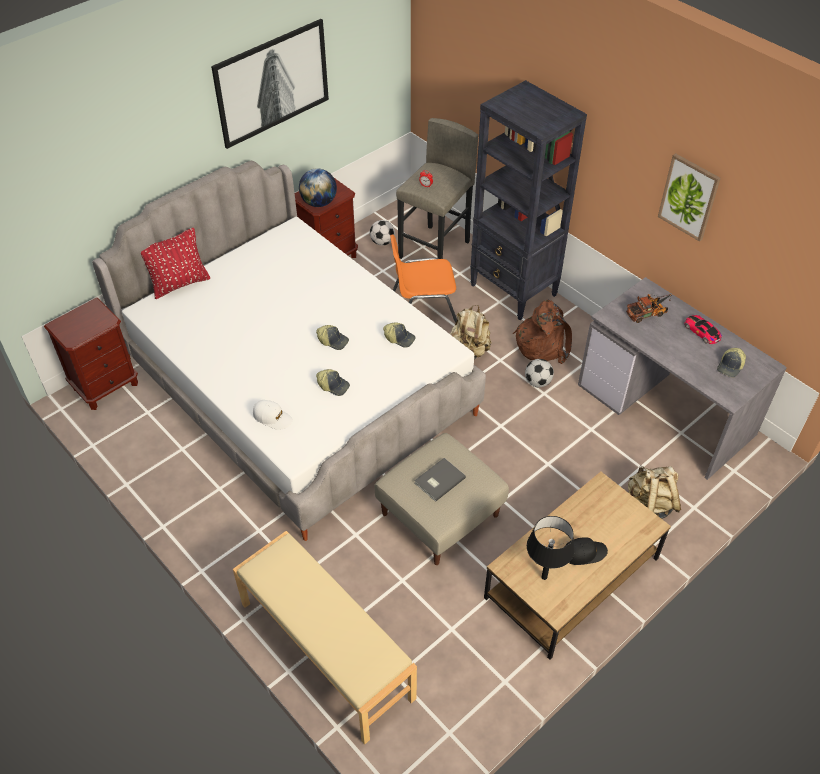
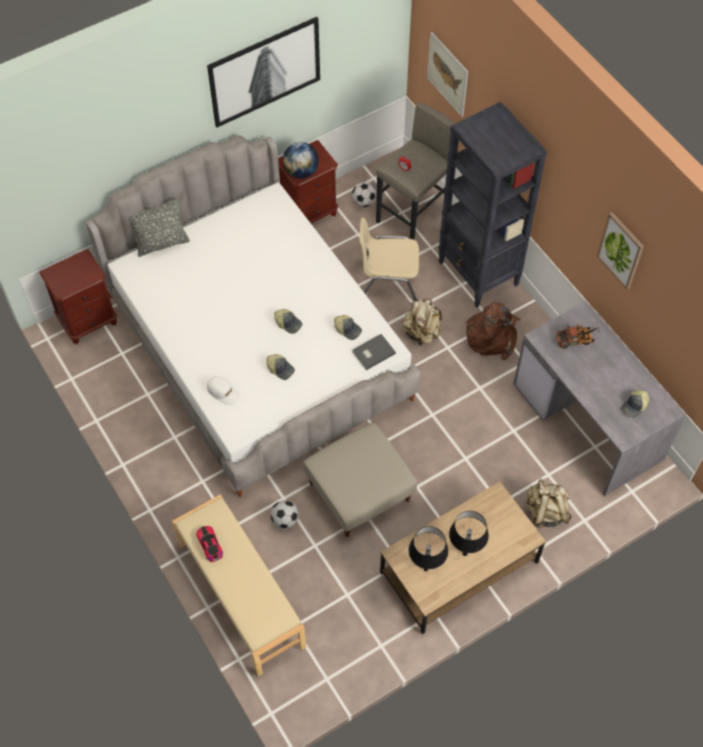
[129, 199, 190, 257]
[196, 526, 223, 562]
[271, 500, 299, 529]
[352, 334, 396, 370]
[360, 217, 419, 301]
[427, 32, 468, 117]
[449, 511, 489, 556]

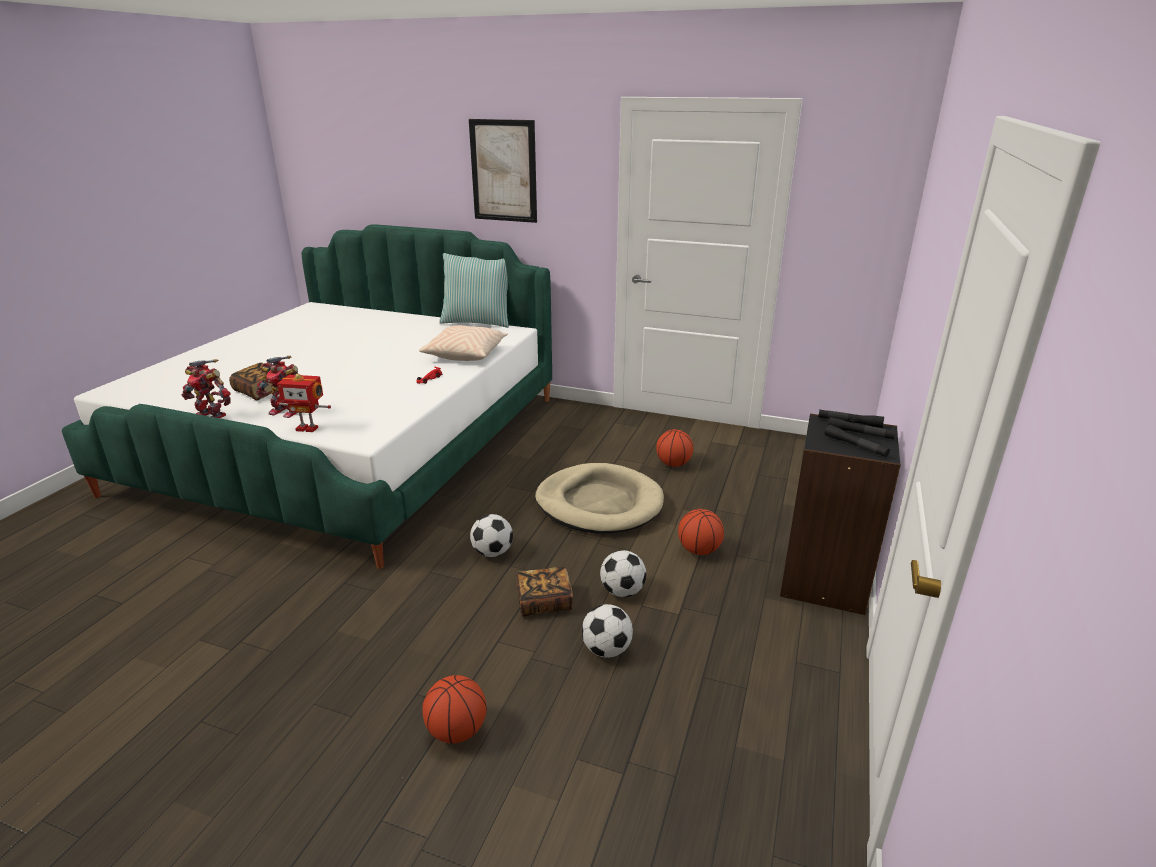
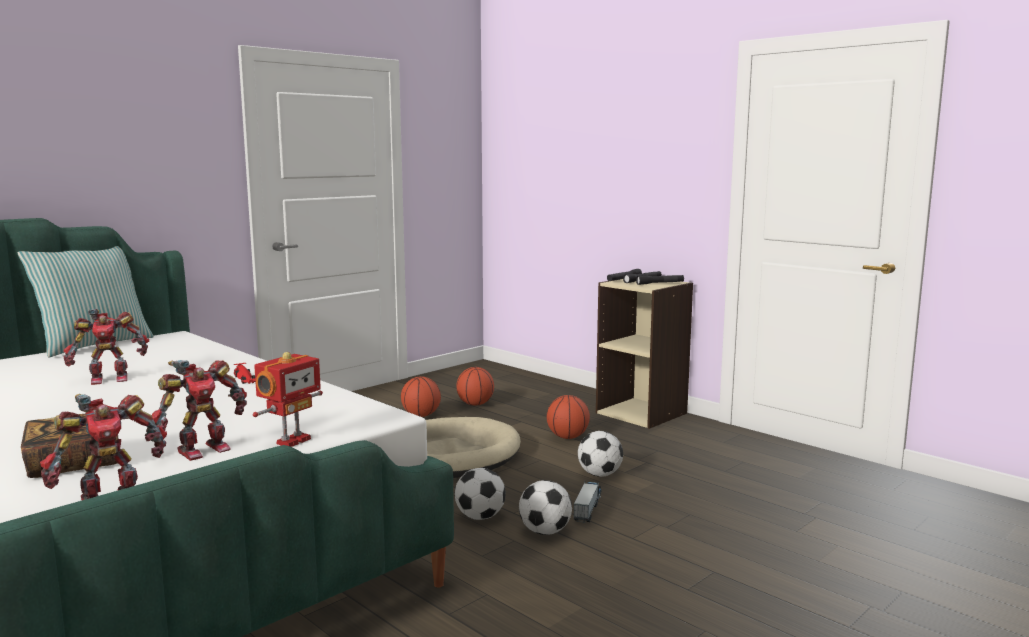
[64, 309, 149, 385]
[456, 367, 494, 406]
[519, 480, 572, 535]
[574, 482, 602, 523]
[596, 279, 693, 429]
[419, 325, 508, 361] (first image)
[469, 119, 537, 223] (first image)

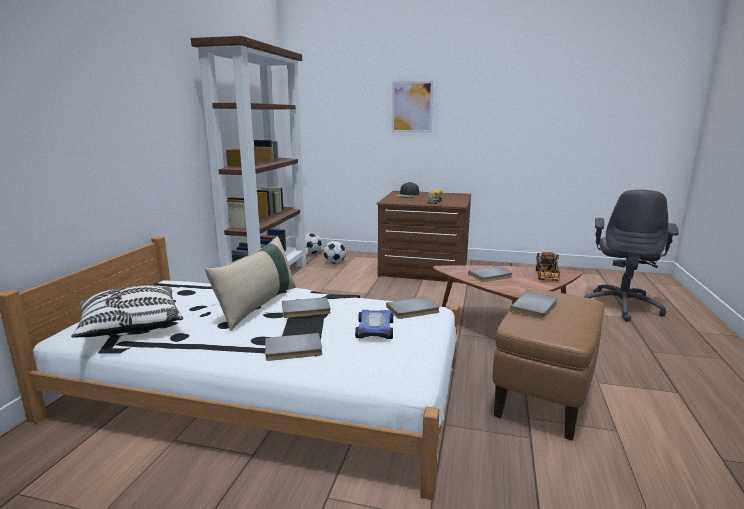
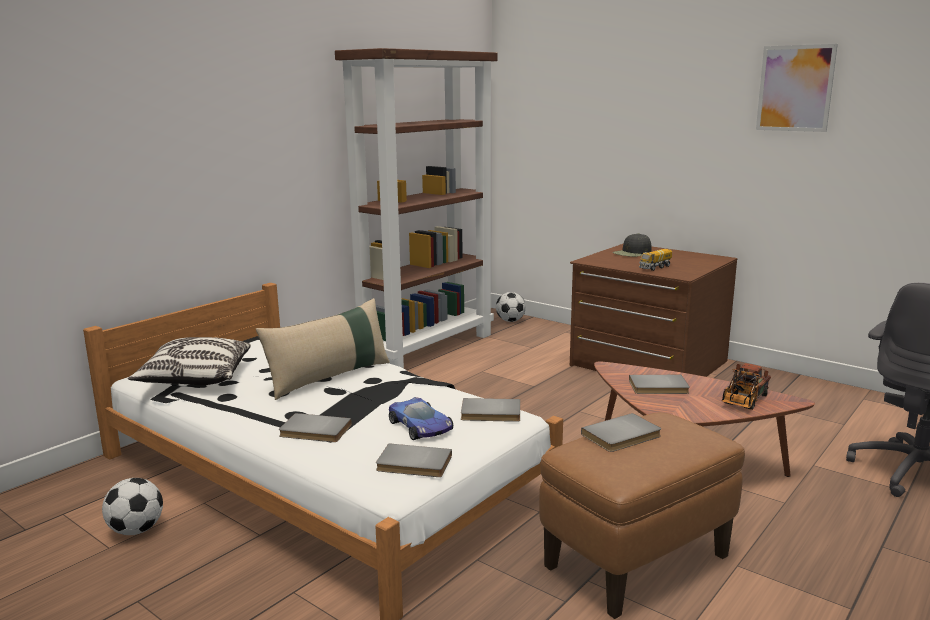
[102, 478, 163, 535]
[376, 443, 452, 477]
[389, 397, 453, 440]
[756, 44, 838, 132]

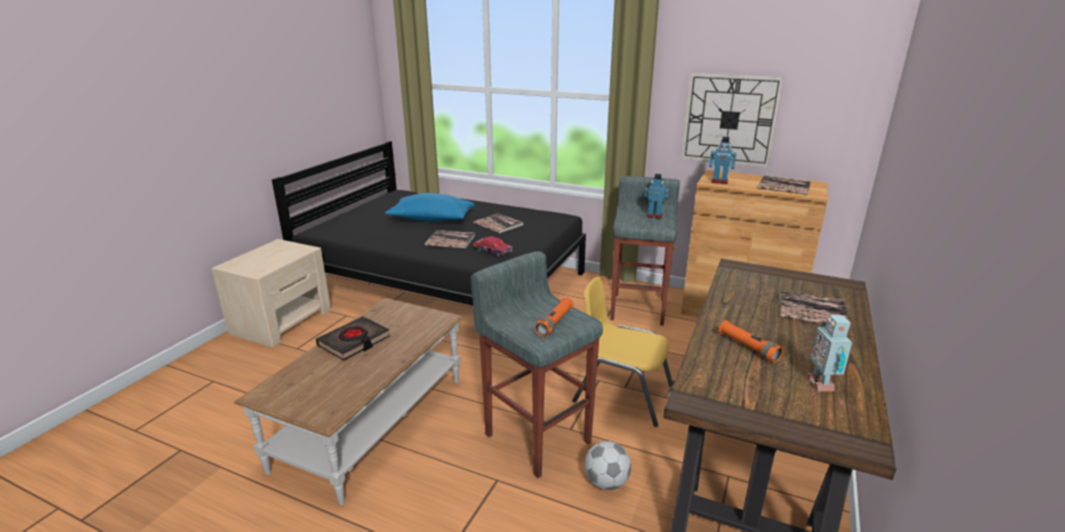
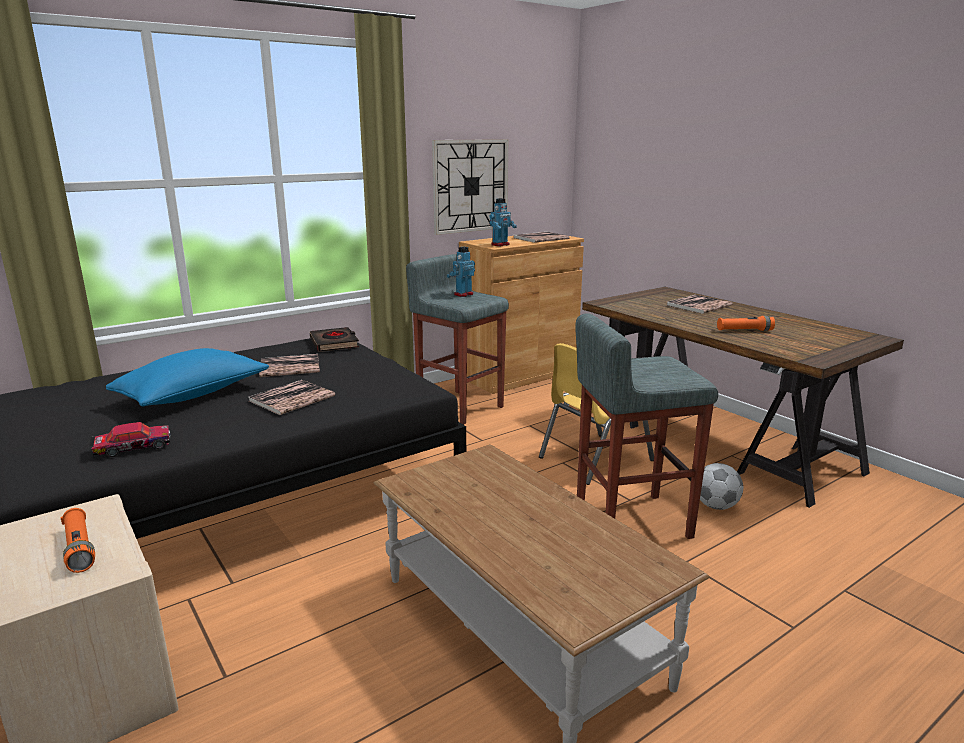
[61, 508, 95, 573]
[90, 422, 170, 457]
[310, 327, 359, 352]
[806, 315, 852, 392] (first image)

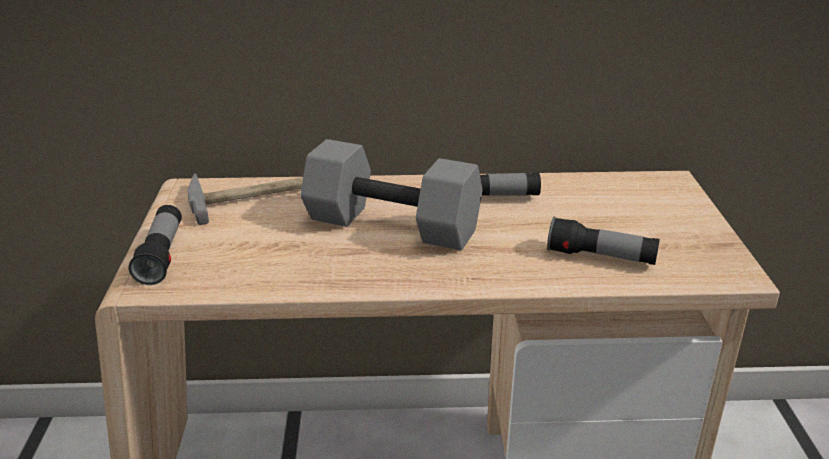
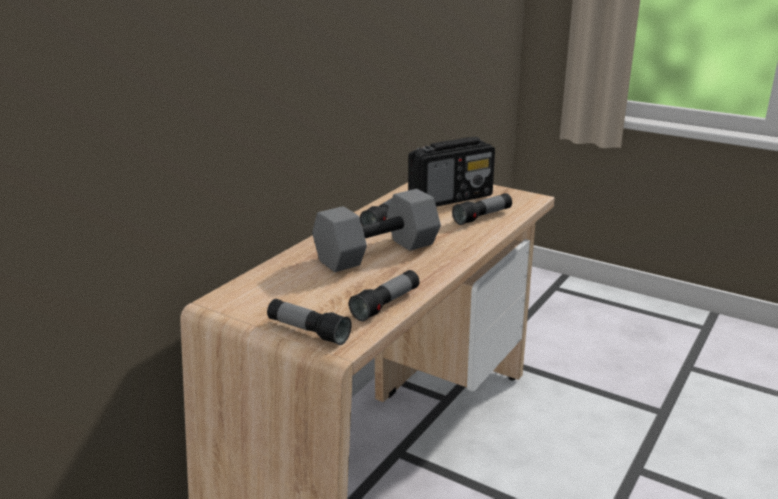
[349, 270, 419, 321]
[408, 137, 495, 207]
[187, 174, 303, 225] (first image)

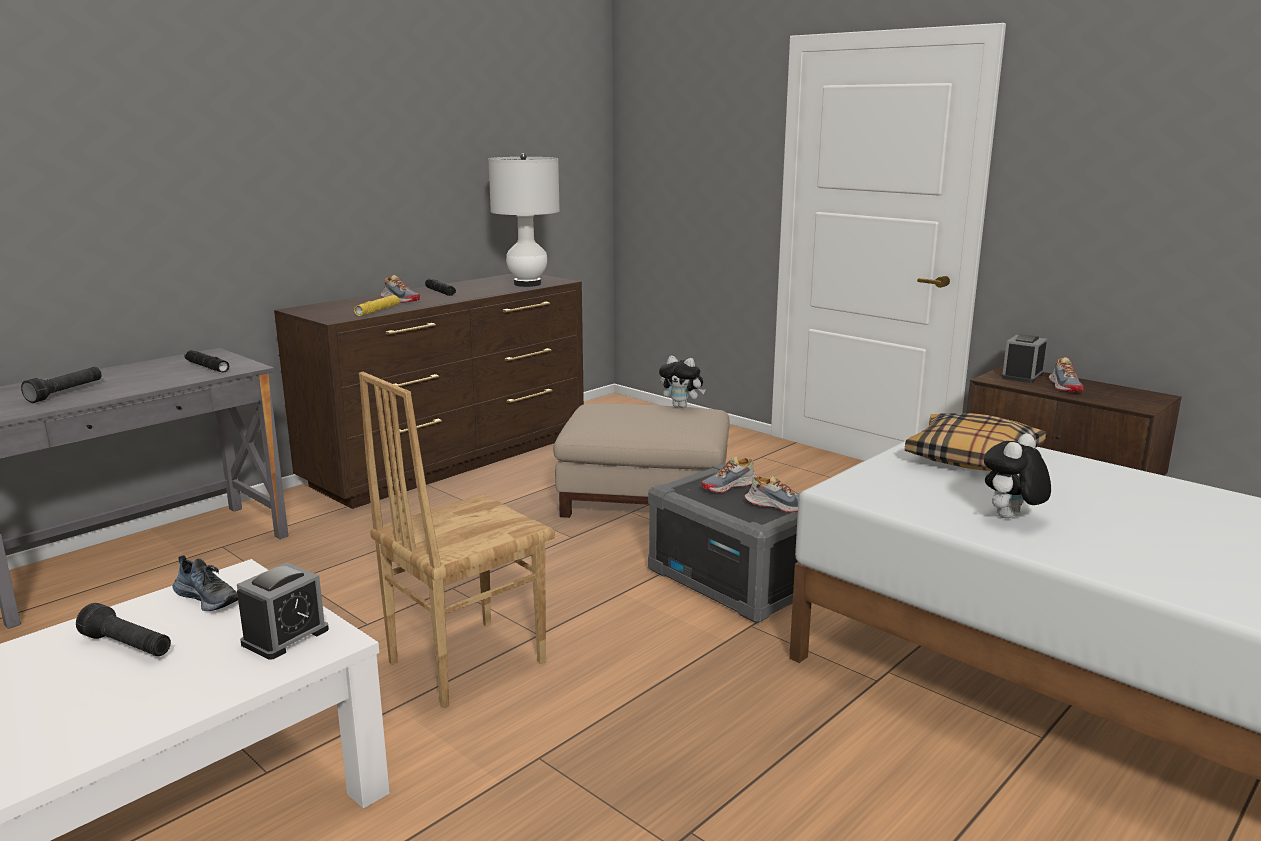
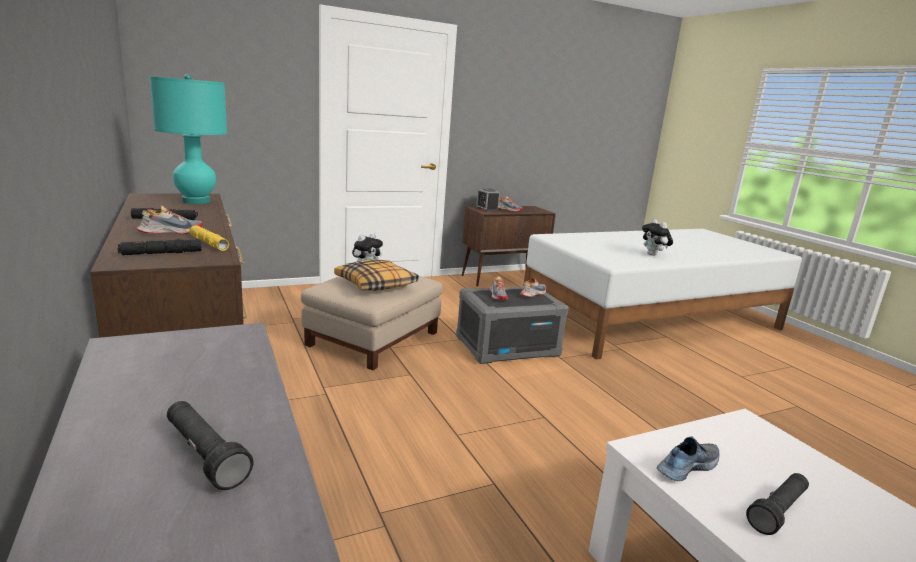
[118, 239, 201, 255]
[149, 74, 227, 204]
[334, 259, 419, 291]
[237, 562, 329, 660] (first image)
[359, 372, 555, 708] (first image)

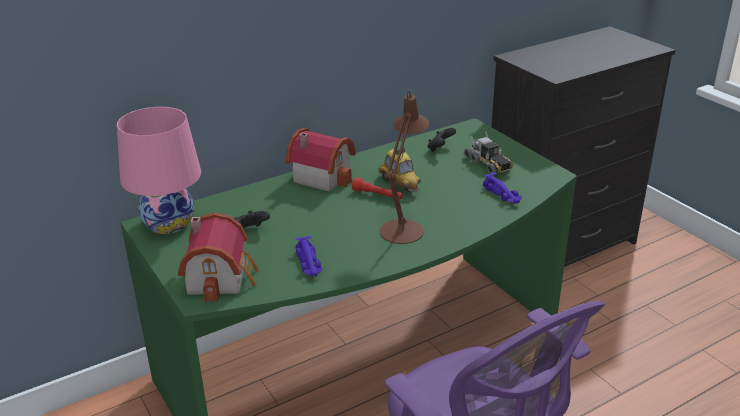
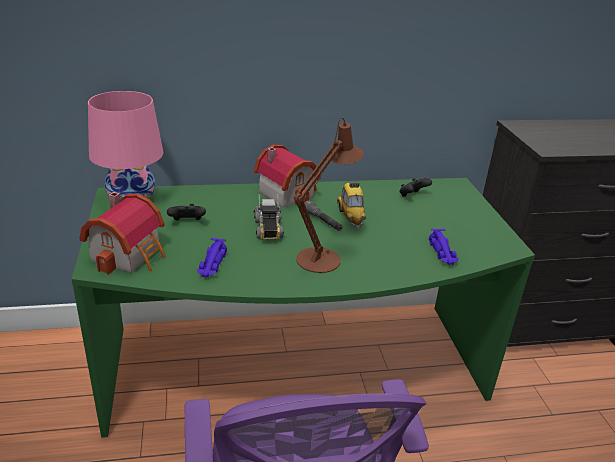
[253, 194, 284, 239]
[302, 200, 342, 231]

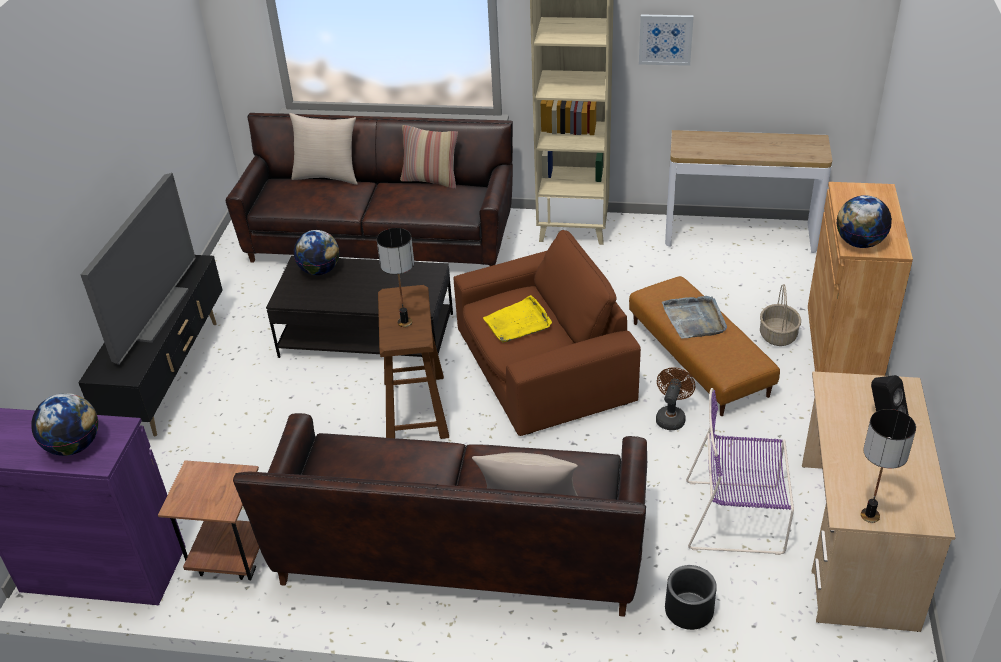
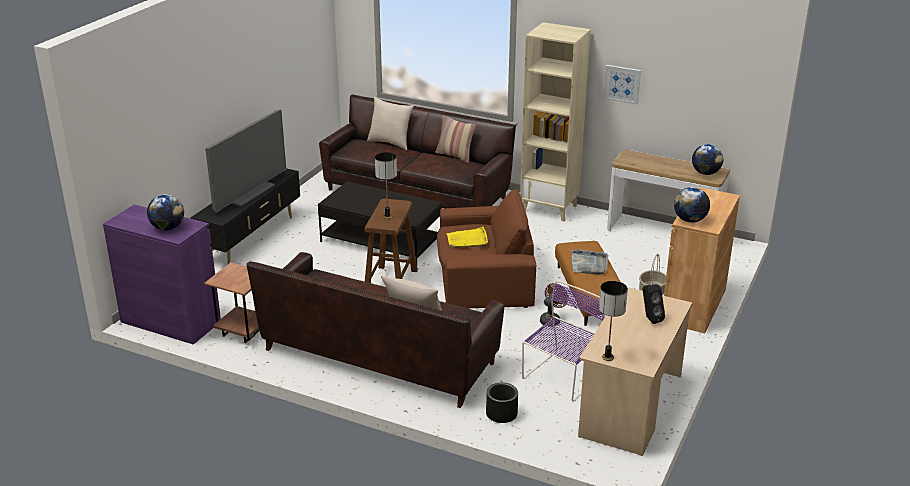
[522, 281, 605, 402]
[692, 144, 724, 175]

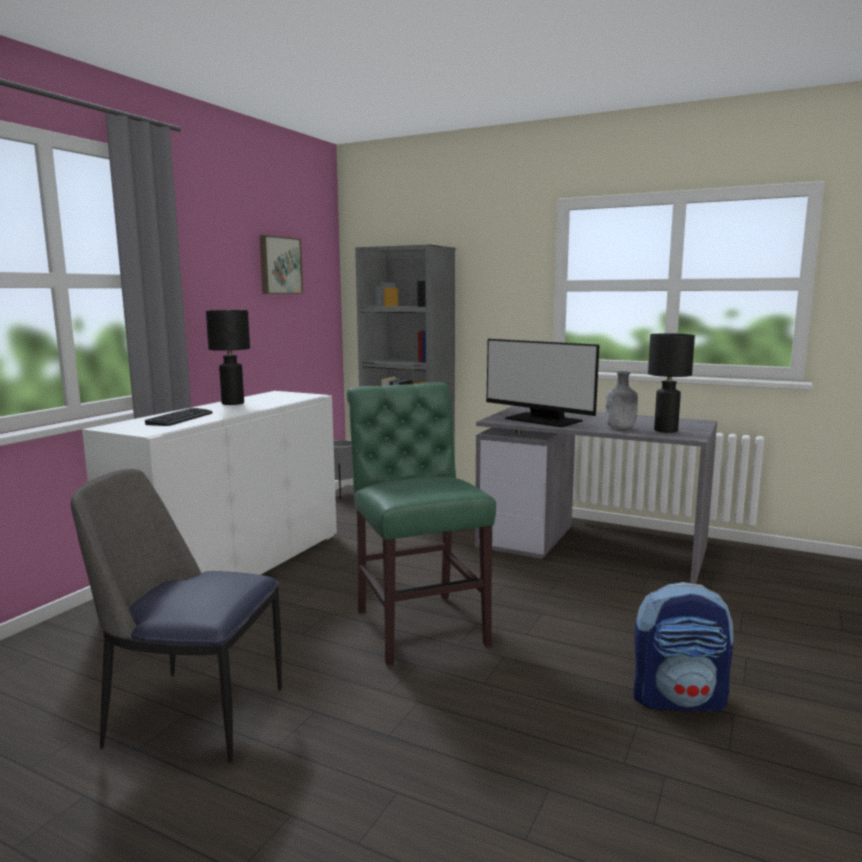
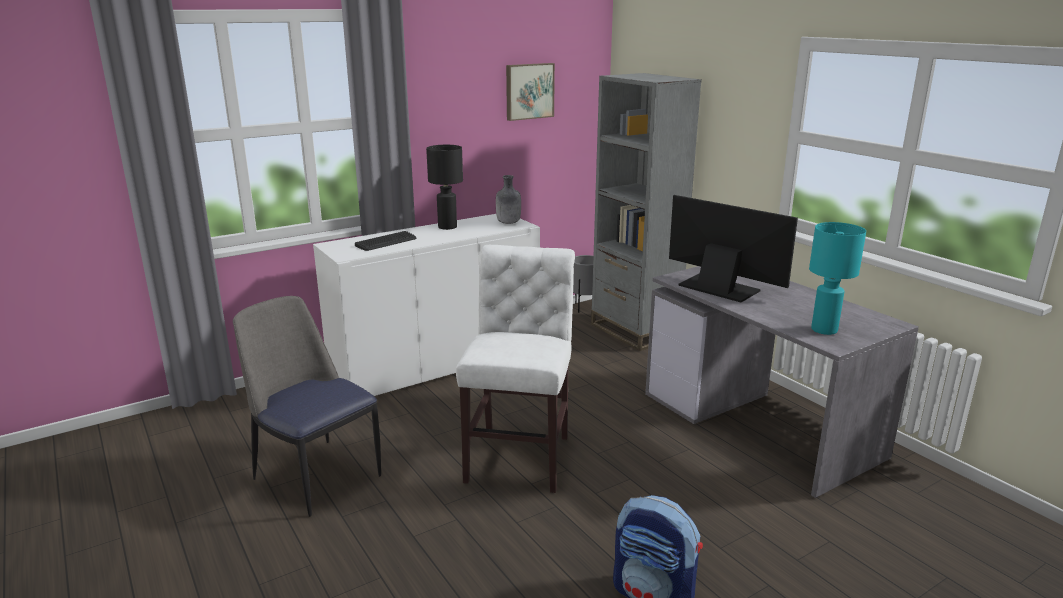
[456, 245, 575, 493]
[496, 175, 521, 224]
[669, 195, 798, 302]
[809, 222, 866, 335]

